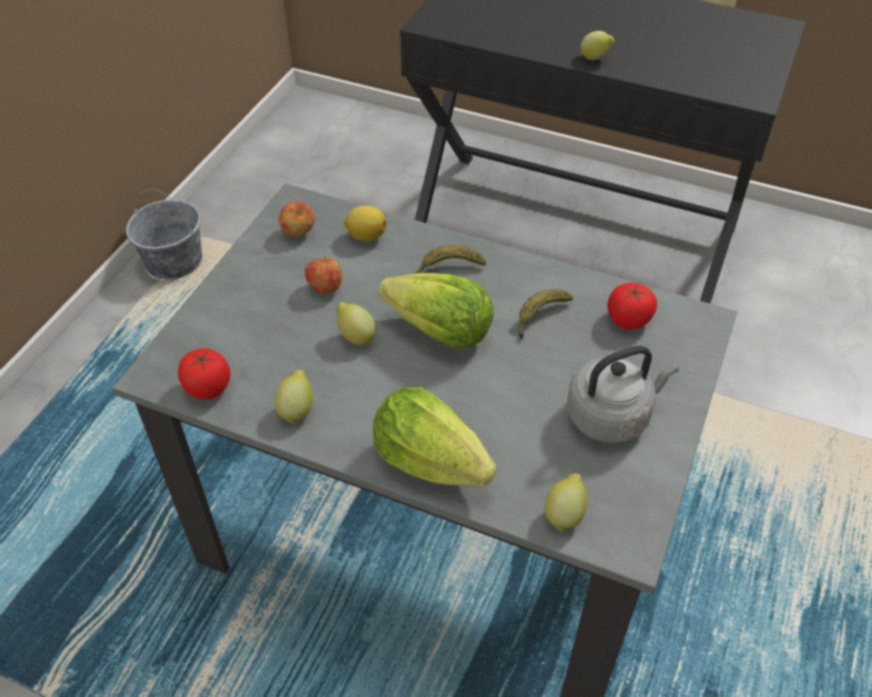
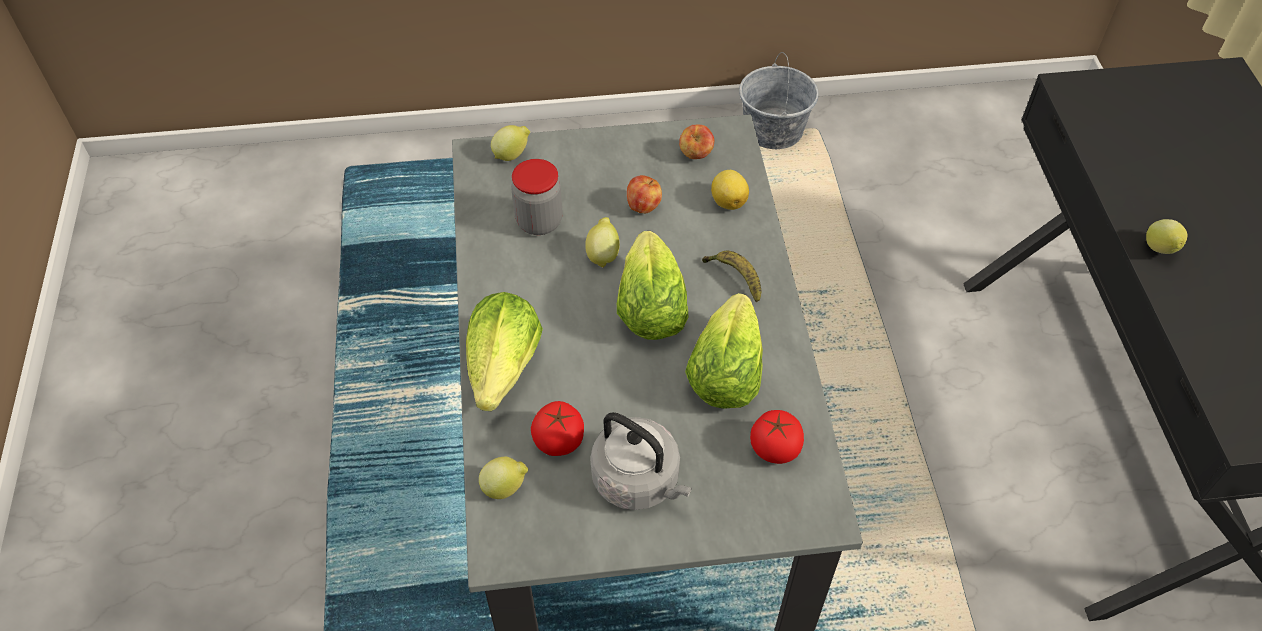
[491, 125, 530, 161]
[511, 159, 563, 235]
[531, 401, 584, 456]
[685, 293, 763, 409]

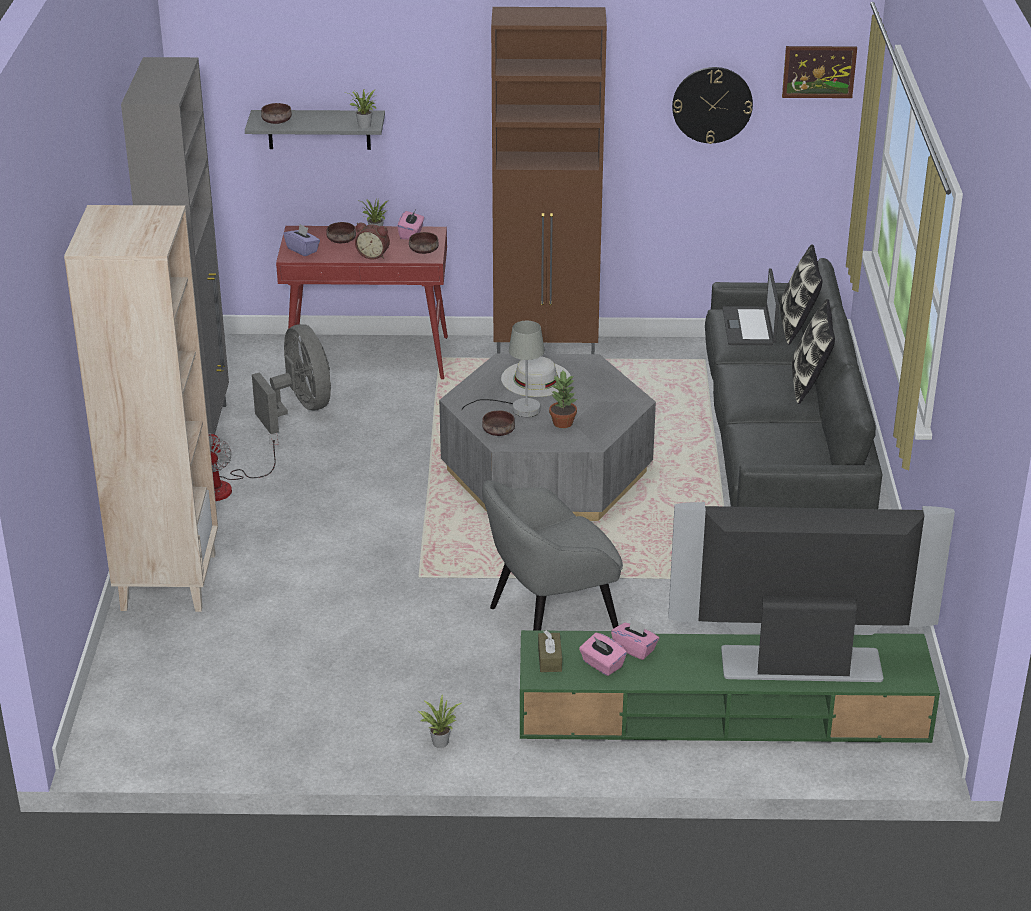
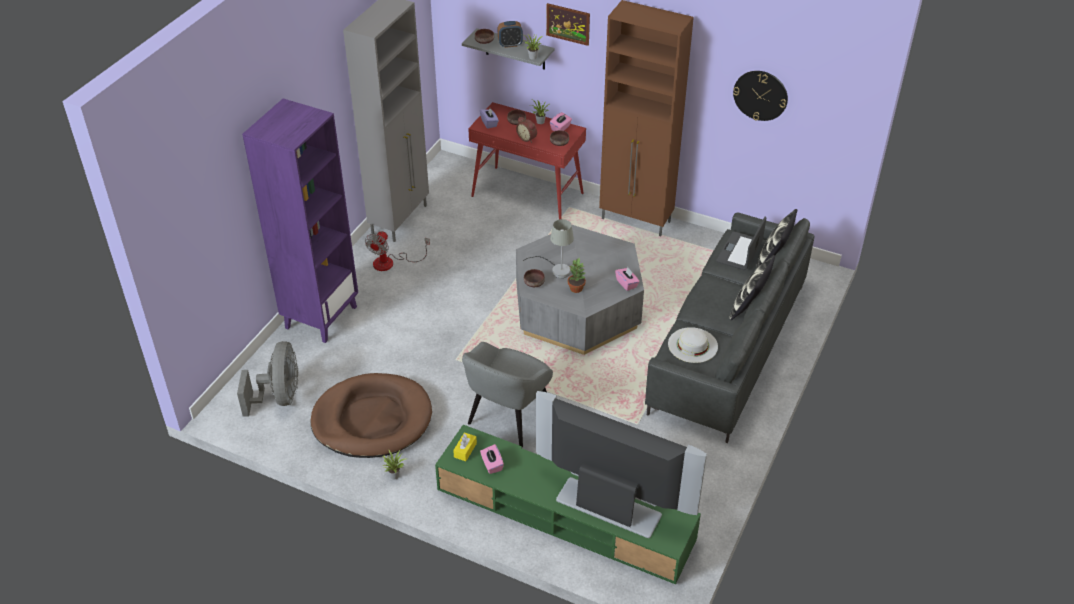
[237, 341, 298, 417]
[242, 99, 358, 343]
[311, 373, 432, 458]
[453, 432, 477, 461]
[462, 342, 553, 447]
[498, 21, 523, 48]
[546, 3, 590, 46]
[615, 267, 640, 291]
[668, 327, 718, 363]

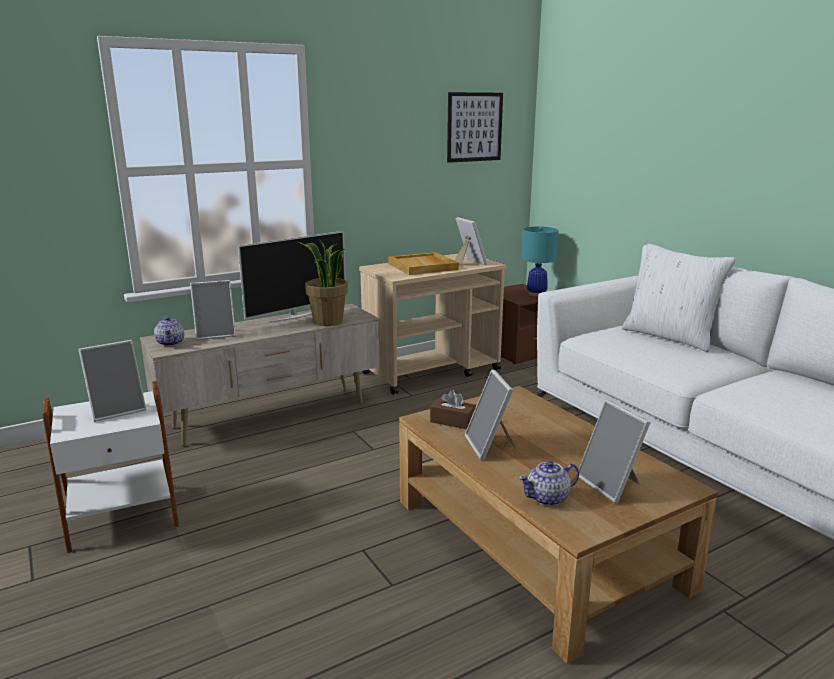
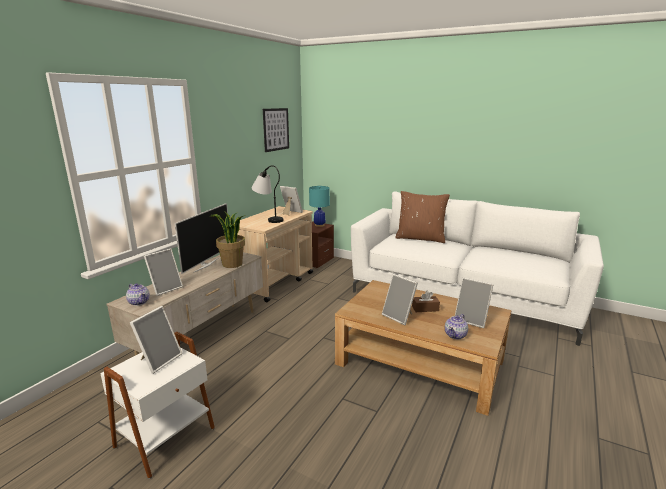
[251, 165, 283, 223]
[395, 191, 450, 243]
[412, 291, 440, 312]

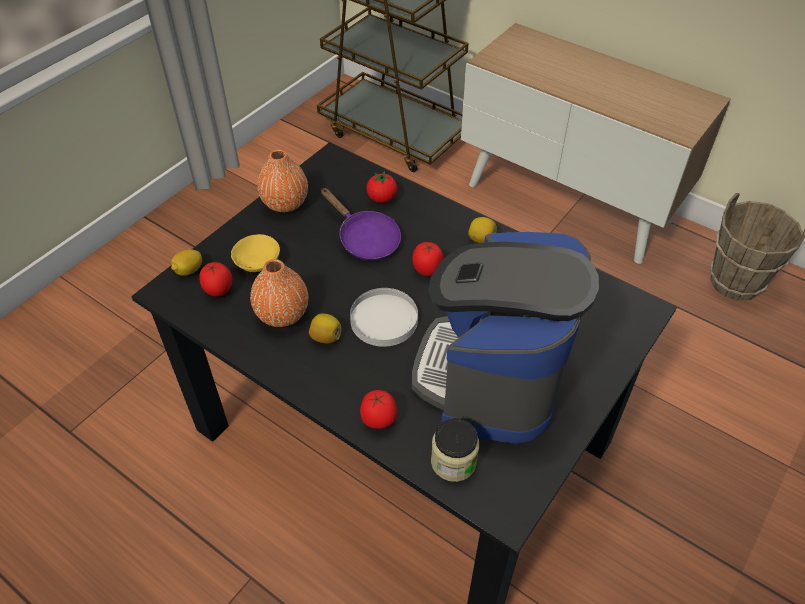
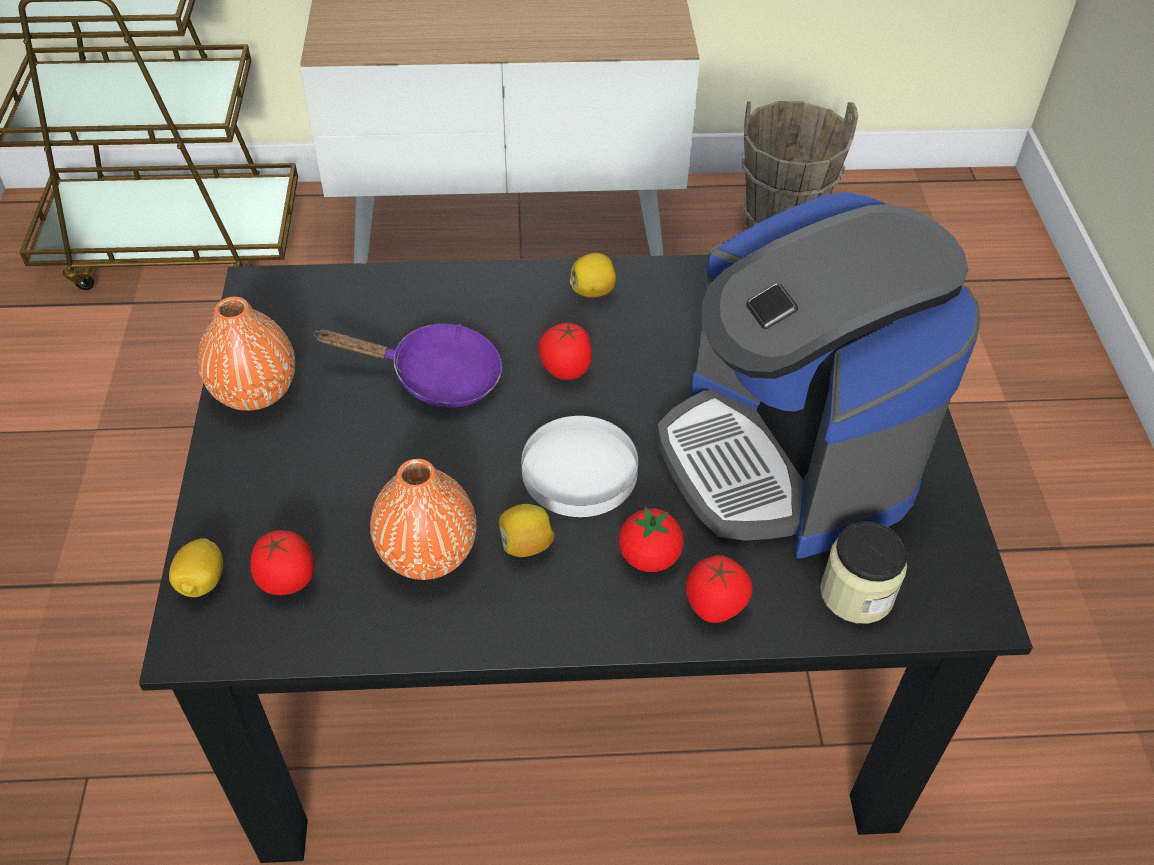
[619, 506, 684, 572]
[231, 234, 280, 272] (first image)

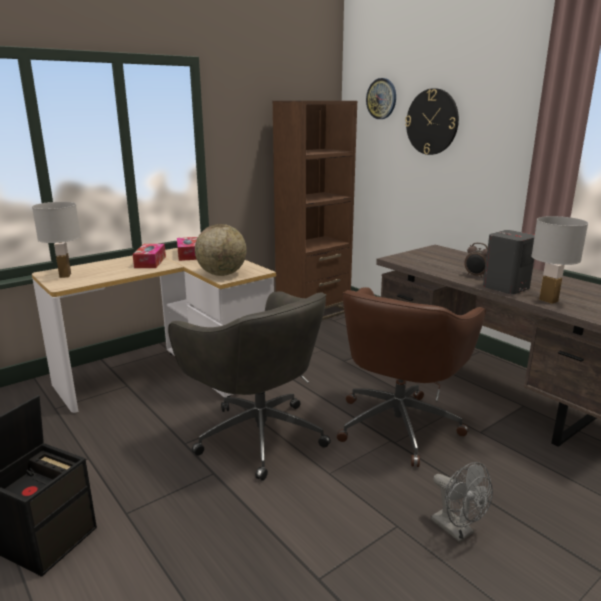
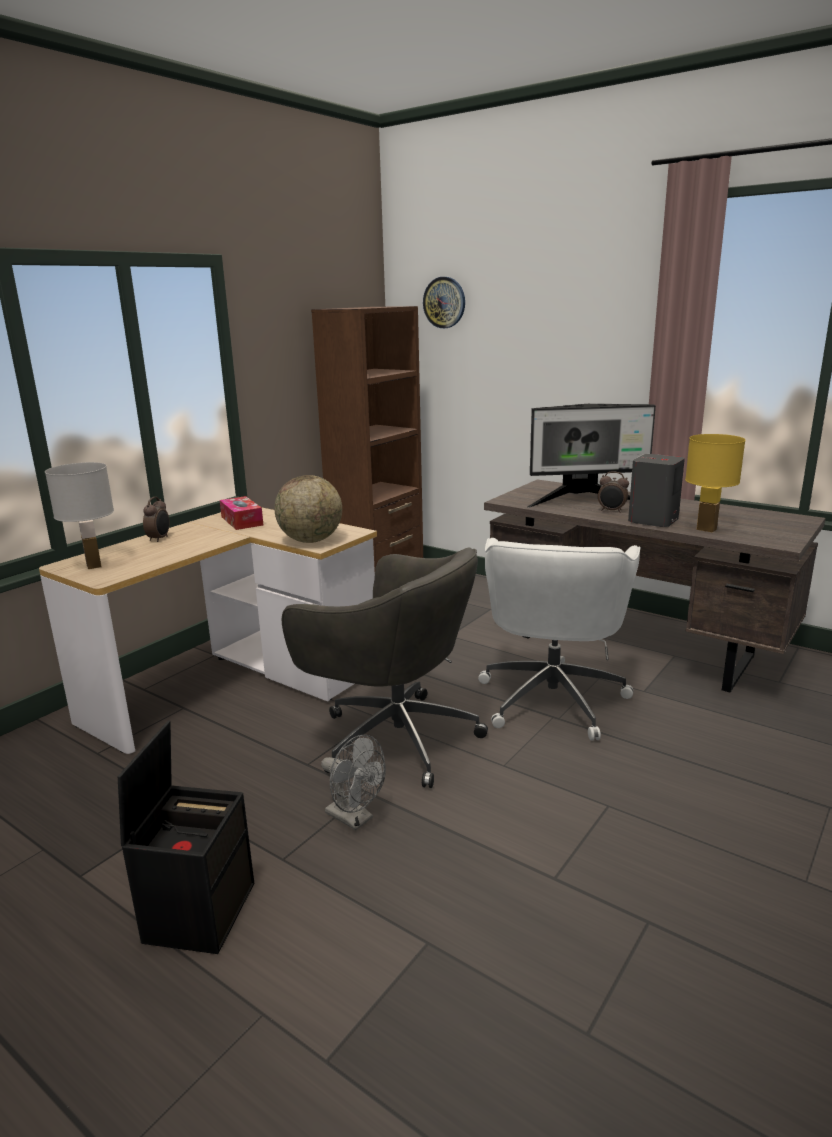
[143, 497, 170, 542]
[321, 735, 386, 830]
[478, 538, 640, 741]
[528, 404, 656, 508]
[685, 434, 745, 533]
[133, 244, 166, 268] (first image)
[405, 88, 459, 155] (first image)

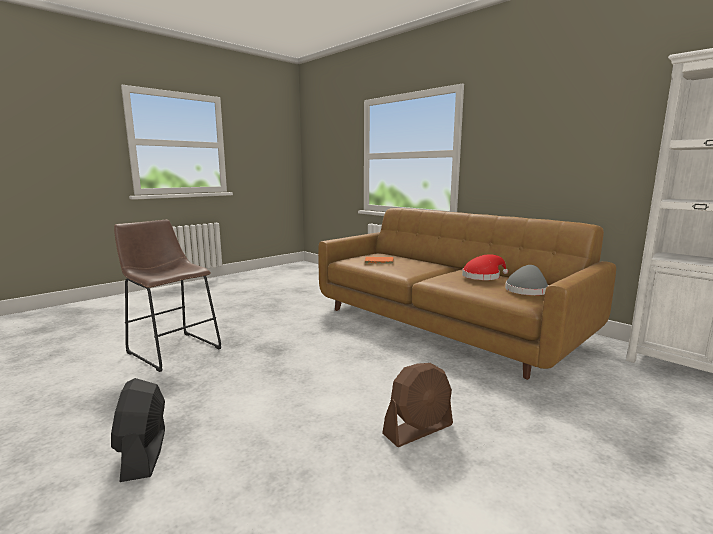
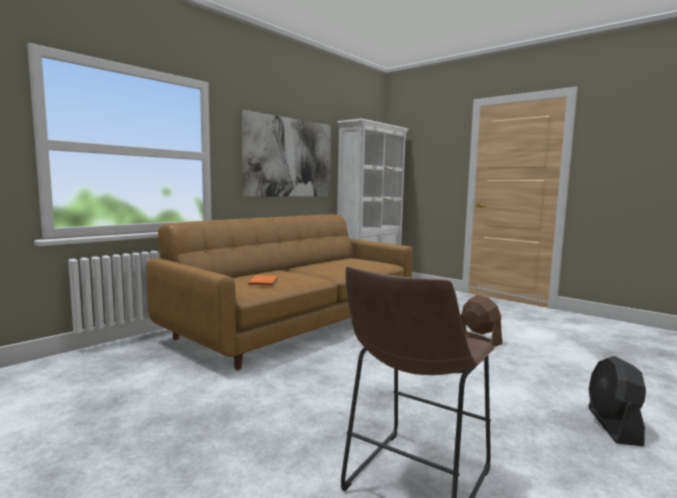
[242, 110, 331, 196]
[588, 356, 646, 446]
[462, 254, 508, 280] (first image)
[505, 265, 549, 295] (first image)

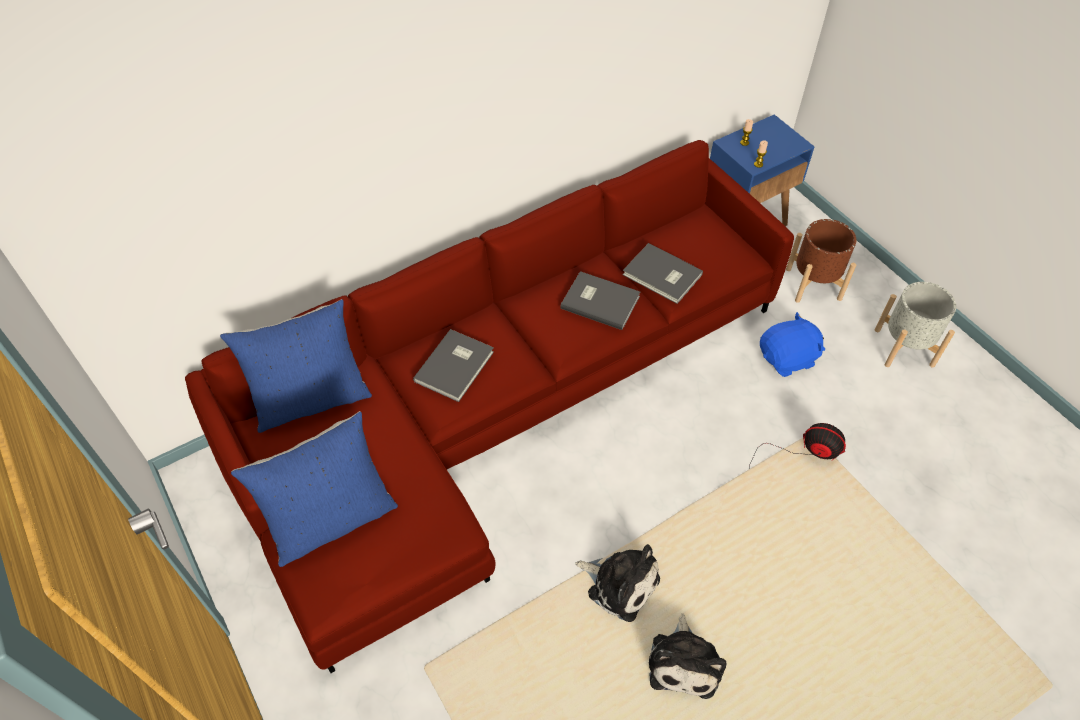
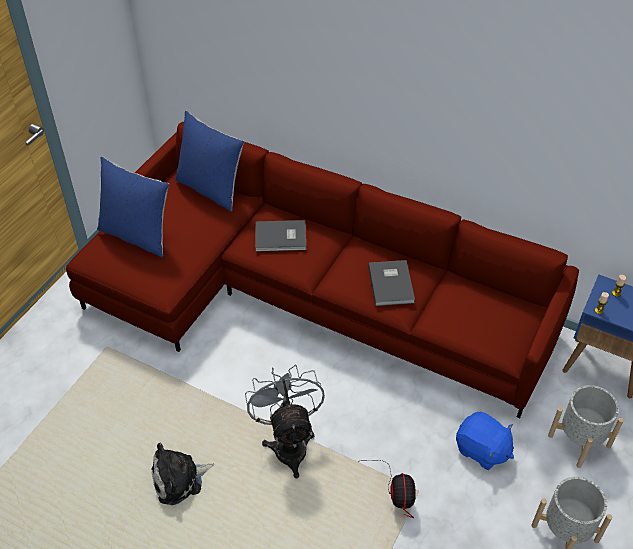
[245, 364, 325, 479]
[548, 385, 624, 468]
[575, 544, 660, 622] (first image)
[622, 243, 703, 304] (first image)

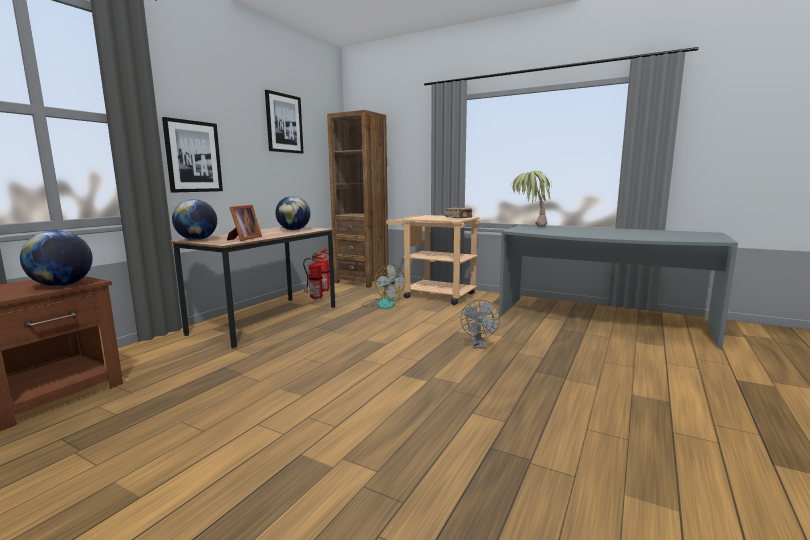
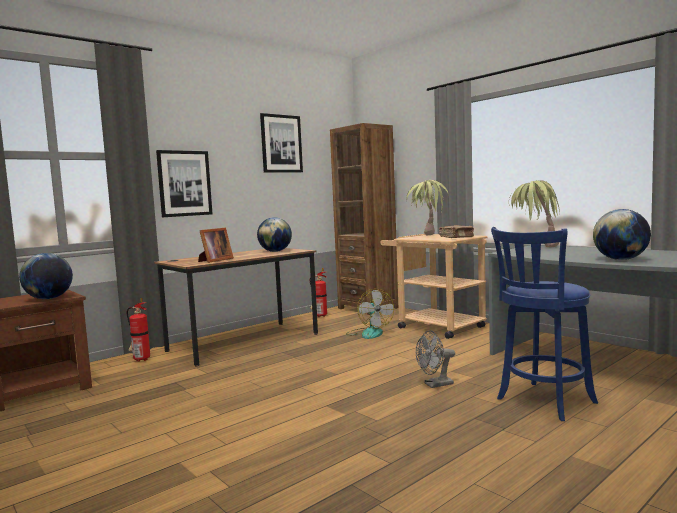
[127, 298, 150, 362]
[406, 180, 449, 236]
[416, 330, 455, 388]
[491, 227, 598, 421]
[593, 209, 651, 260]

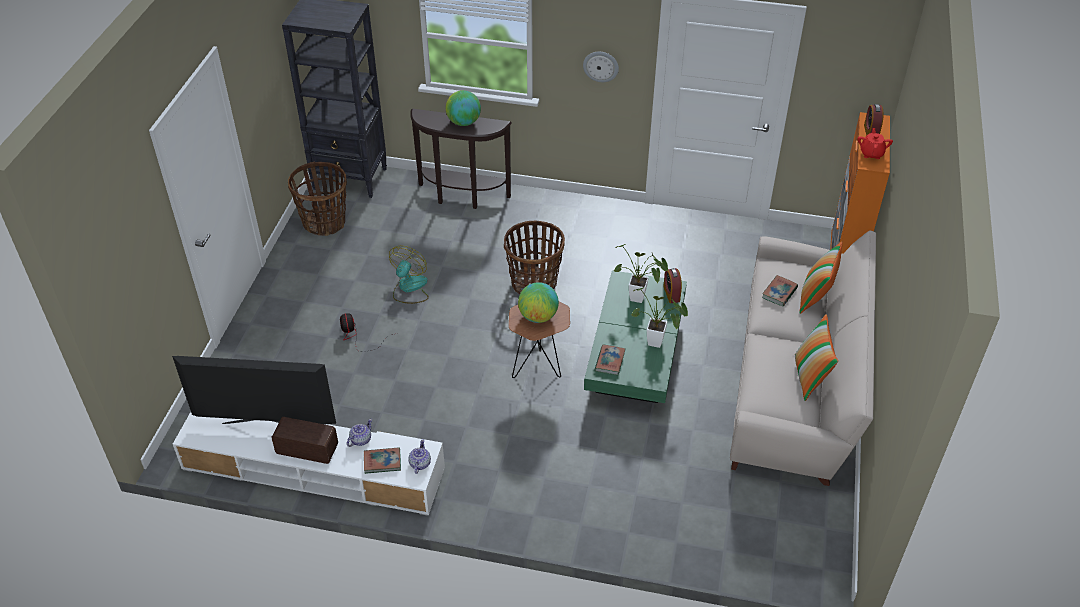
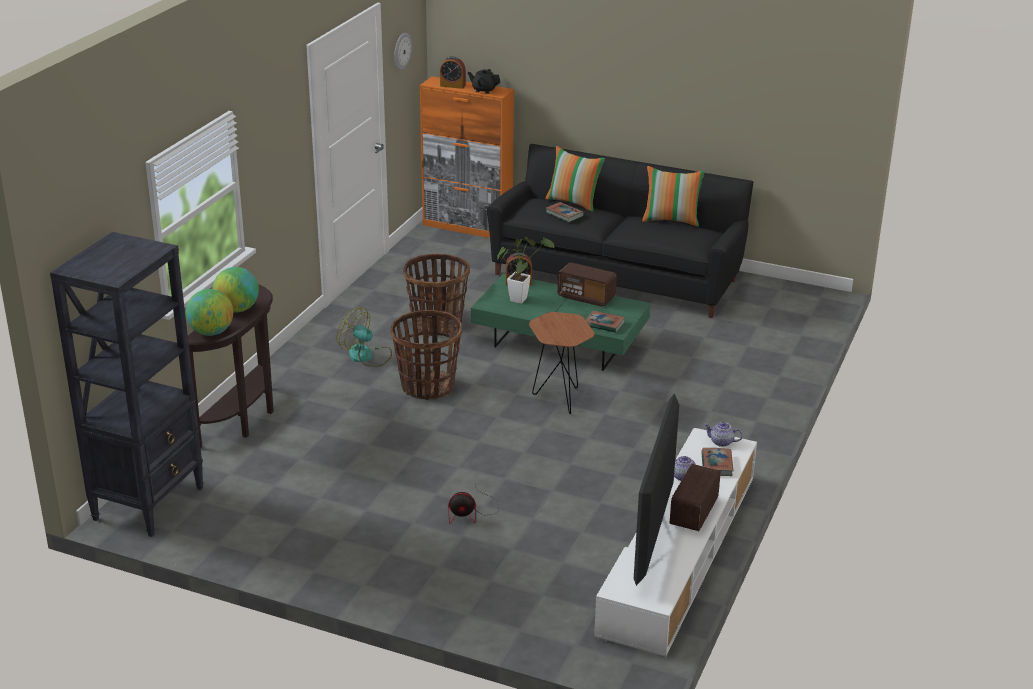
[186, 289, 233, 336]
[336, 307, 392, 367]
[394, 33, 412, 70]
[403, 254, 470, 336]
[468, 69, 501, 94]
[487, 144, 753, 318]
[557, 262, 617, 307]

